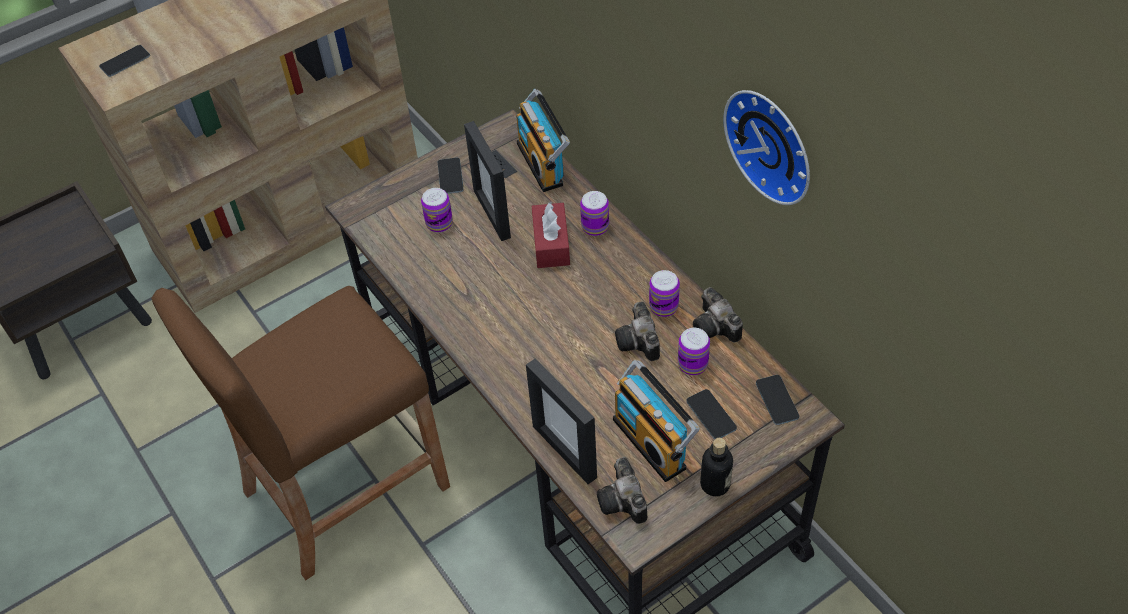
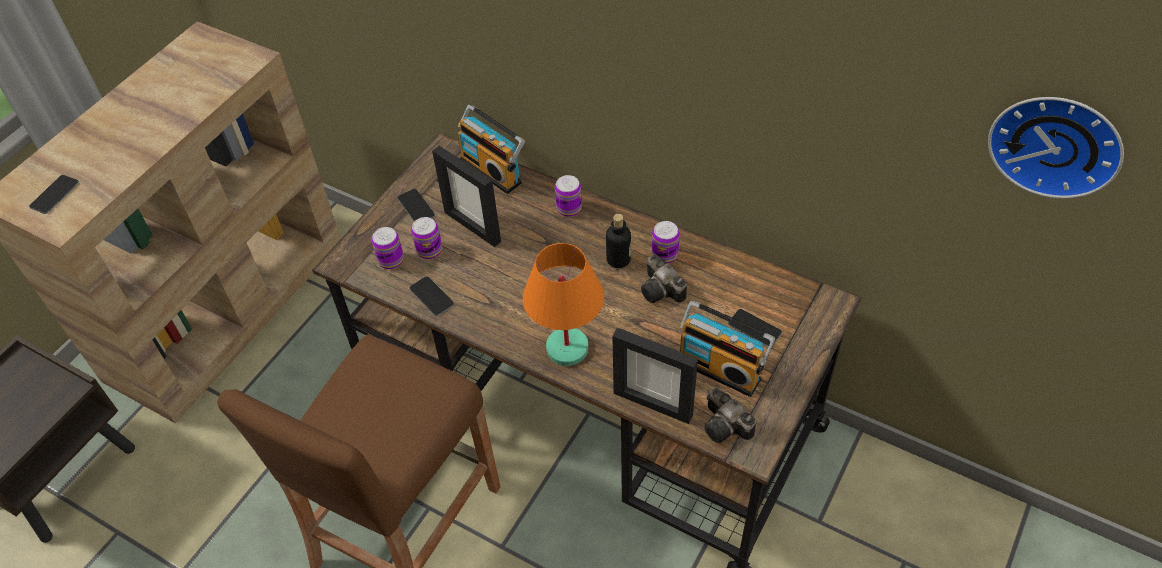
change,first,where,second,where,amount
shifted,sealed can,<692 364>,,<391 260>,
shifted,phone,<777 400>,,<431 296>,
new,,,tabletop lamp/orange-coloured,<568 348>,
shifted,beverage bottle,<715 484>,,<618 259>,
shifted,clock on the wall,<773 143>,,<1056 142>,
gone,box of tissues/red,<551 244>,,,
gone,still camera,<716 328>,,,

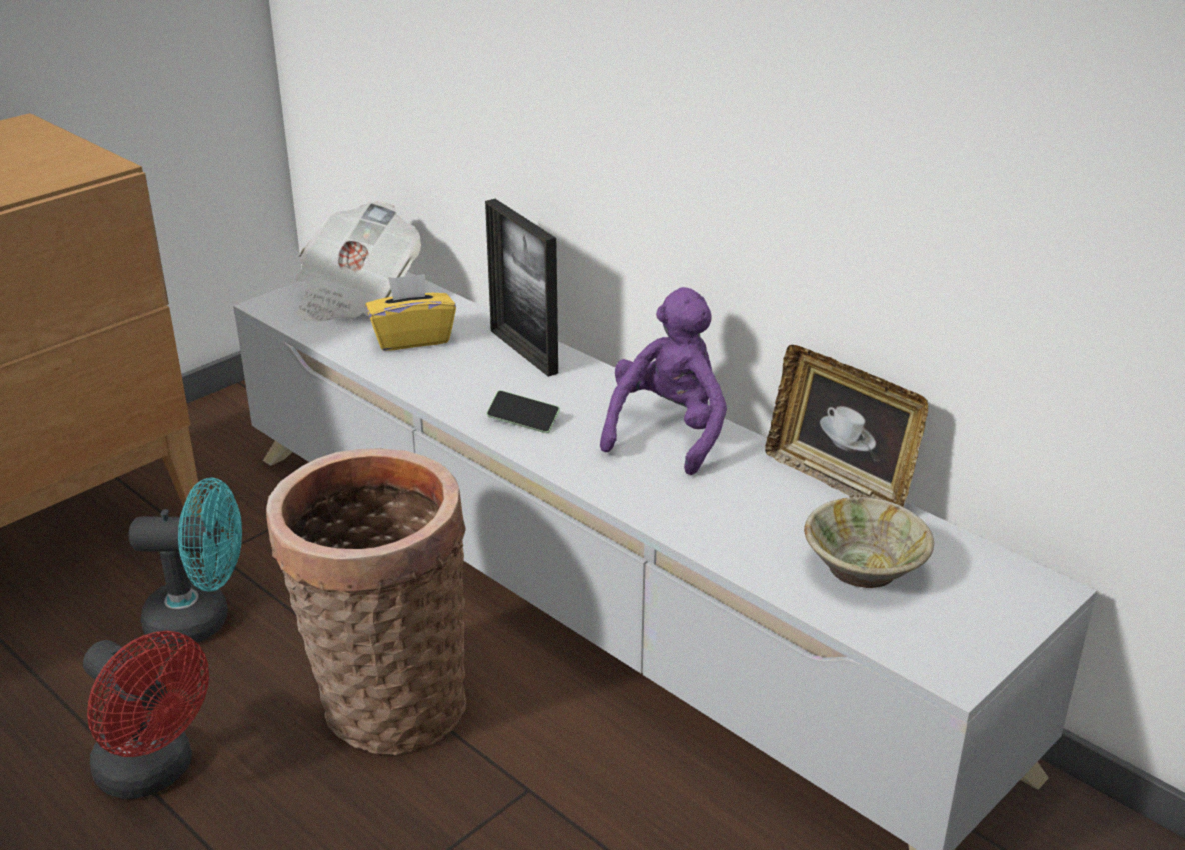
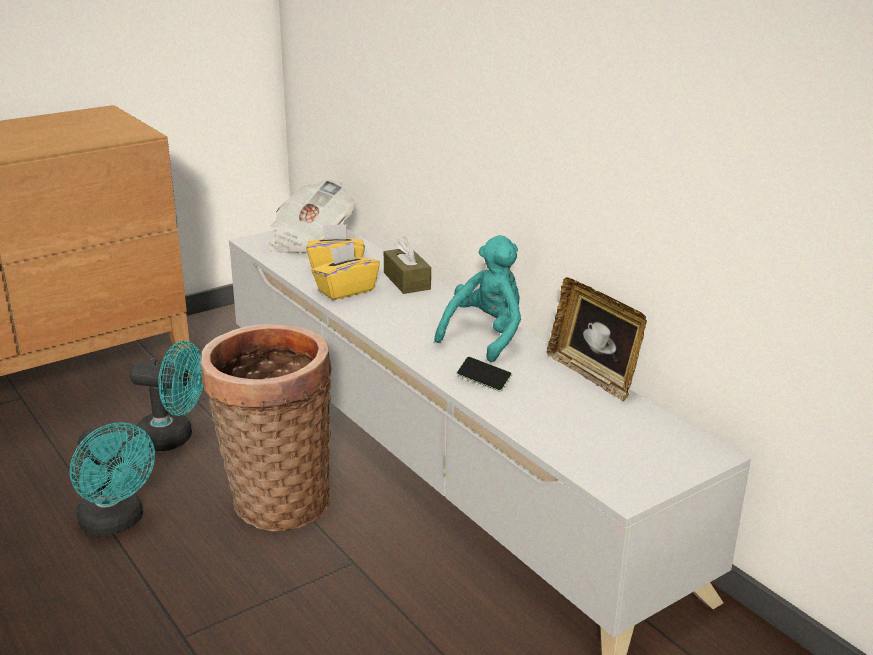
change,first,where,second,where,amount
repainted,fan/red,<154 773>,fan/blue-green,<116 522>,
new,,,box of tissues/yellow,<346 290>,
swapped,standing frame,<523 351>,box of tissues/brownish,<407 281>,
repainted,soft toy/purple-coloured,<668 432>,soft toy/blue-green,<485 336>,
shifted,phone,<523 420>,,<483 380>,
gone,deep dish/sand-coloured,<864 569>,,,

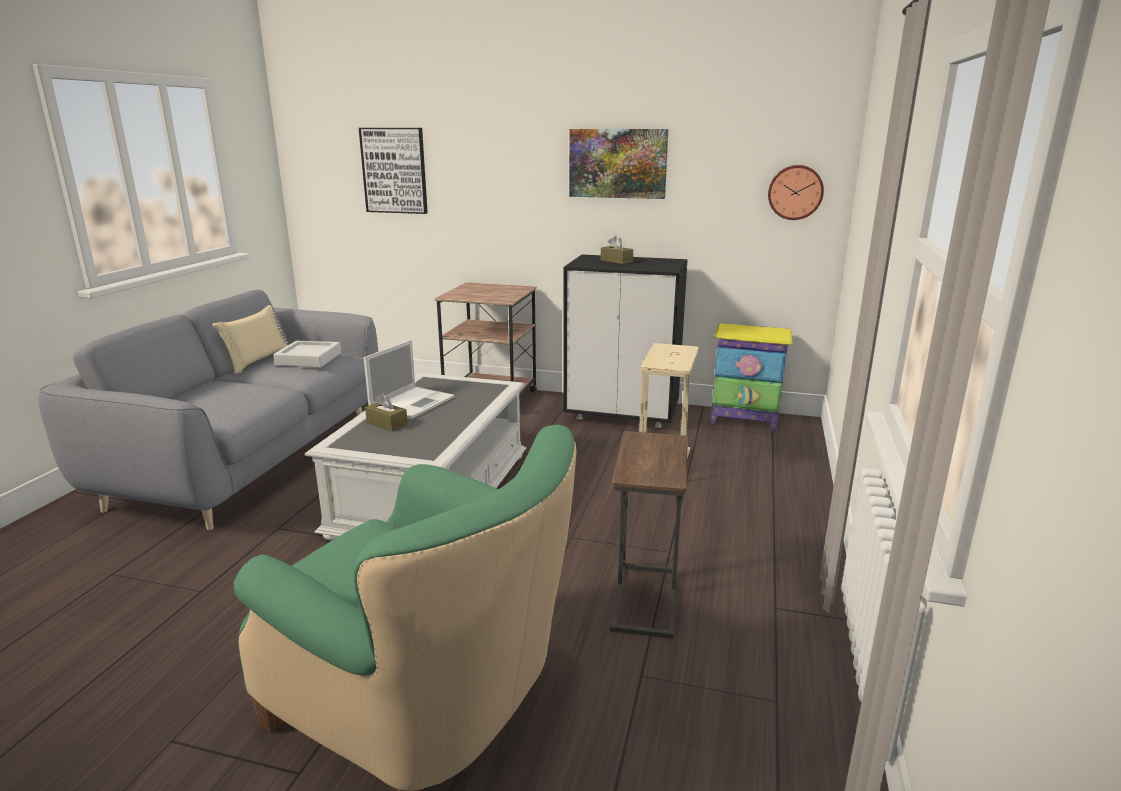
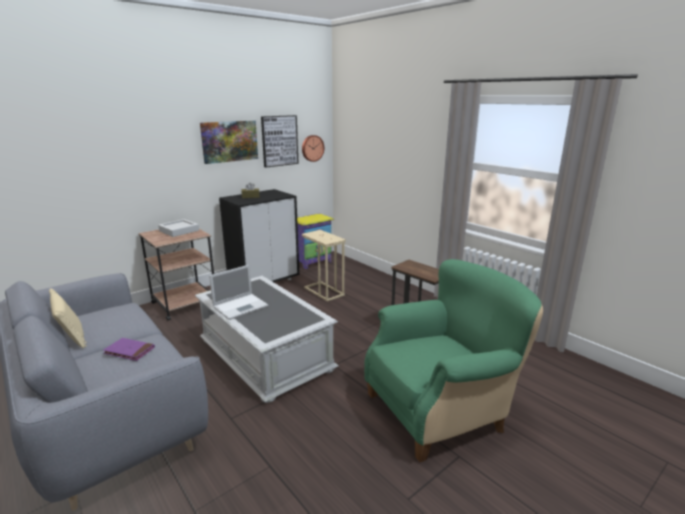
change,first,where,second,where,amount
new,,,bound book/purple-coloured,<129 351>,
shifted,serving tray/gray,<309 359>,,<179 231>,
rotated,notebook computer,<413 402>,,<241 306>,75 degrees clockwise
shifted,wall art,<394 170>,,<279 141>,
gone,box of tissues/brownish,<387 423>,,,

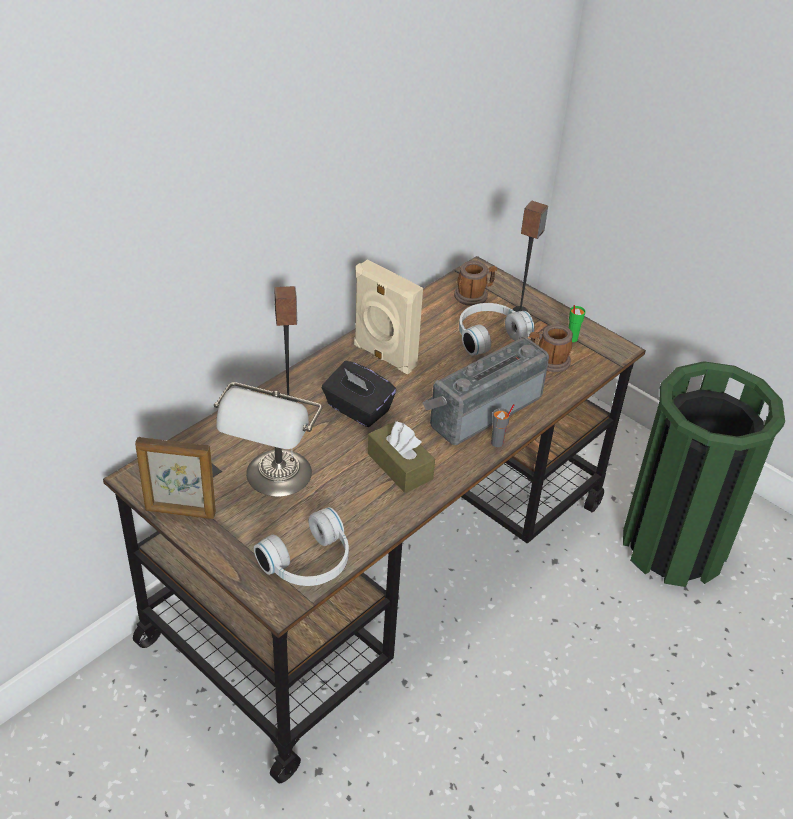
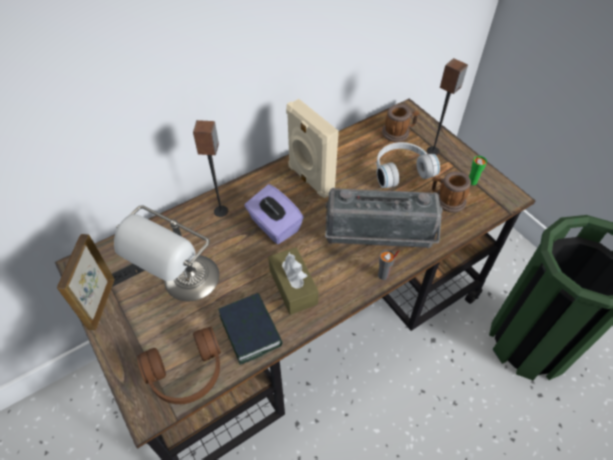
change,first,where,second,where,amount
rotated,standing frame,<180 512>,,<100 304>,75 degrees clockwise
repainted,pair of headphones/whitish,<310 564>,pair of headphones/brownish,<187 375>,
new,,,bound book,<250 330>,
repainted,box of tissues/black,<357 409>,box of tissues/purple-coloured,<274 226>,
rotated,radio,<482 408>,,<378 239>,150 degrees counterclockwise

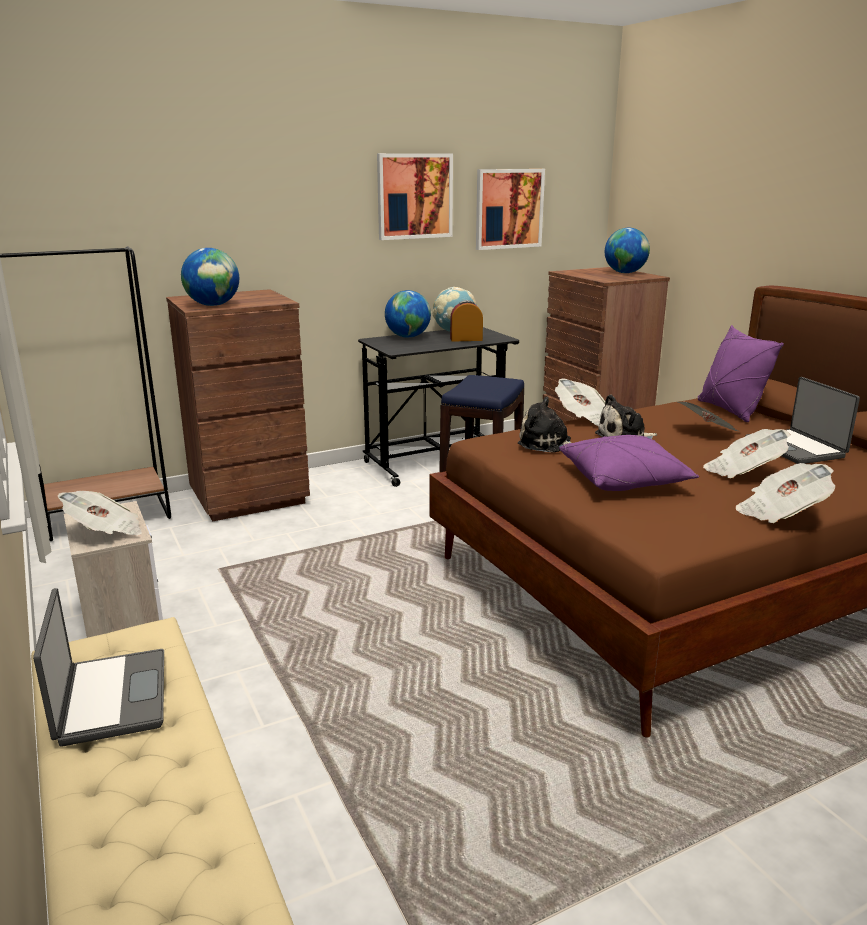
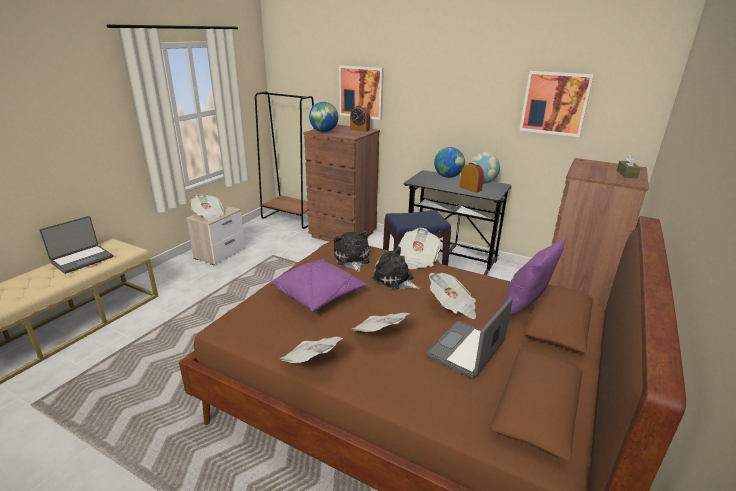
change,first,where,second,where,amount
shifted,wall art,<414 196>,,<361 92>,
new,,,bedside clock,<359 130>,
swapped,globe,<625 273>,box of tissues/brownish,<626 174>,

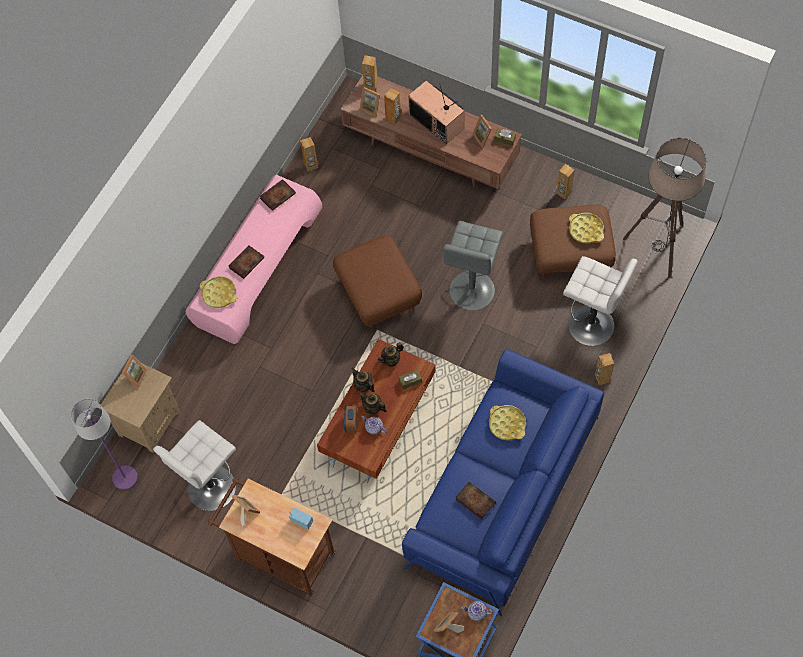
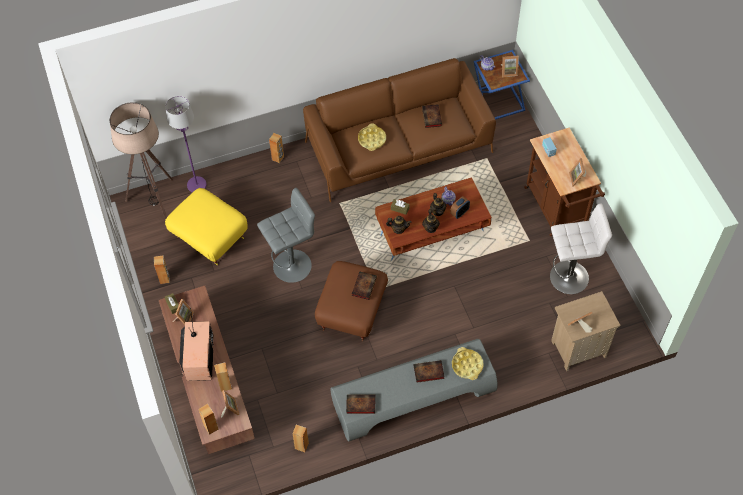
change,first,where,second,where,amount
shifted,floor lamp/purple-coloured,<125 478>,,<197 185>,
repainted,ottoman/brownish,<570 254>,ottoman/yellow,<209 238>,
repainted,sofa/blue-coloured,<503 491>,sofa/brownish,<398 147>,
repainted,bench/pinkish,<257 268>,bench/gray,<413 397>,
new,,,bound book,<364 286>,
gone,stool seat/whitish,<591 326>,,,
gone,serving tray/yellow,<586 230>,,,

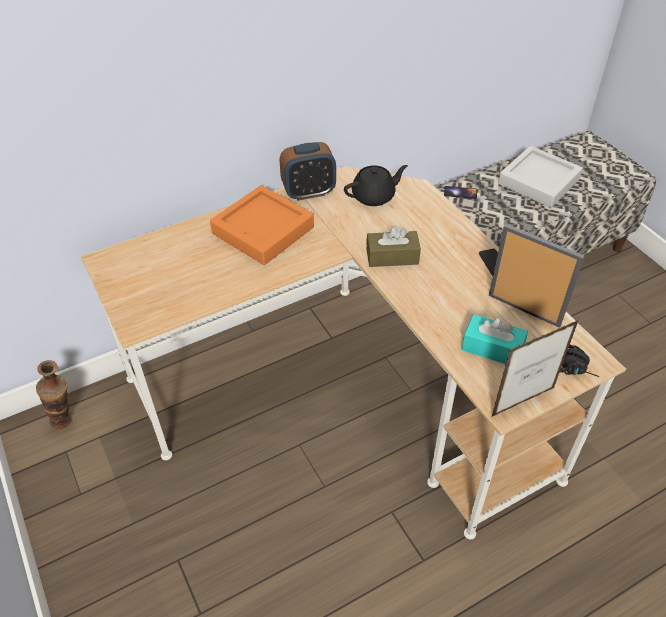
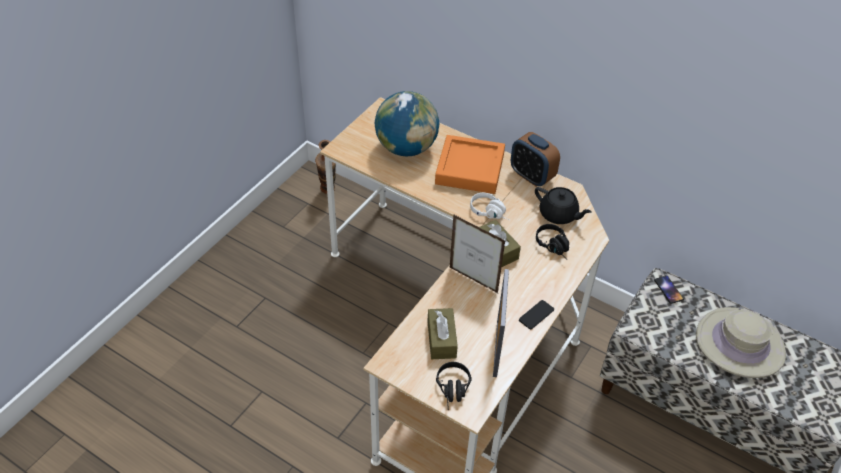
change,first,where,second,where,amount
new,,,globe,<406 148>,
repainted,box of tissues/blue-green,<492 348>,box of tissues/brownish,<441 339>,
shifted,standing frame,<523 402>,,<473 280>,
new,,,pair of headphones/whitish,<491 213>,
new,,,pair of headphones/black,<555 247>,
swapped,serving tray/gray,<538 181>,wearable hat/sand-coloured,<739 344>,

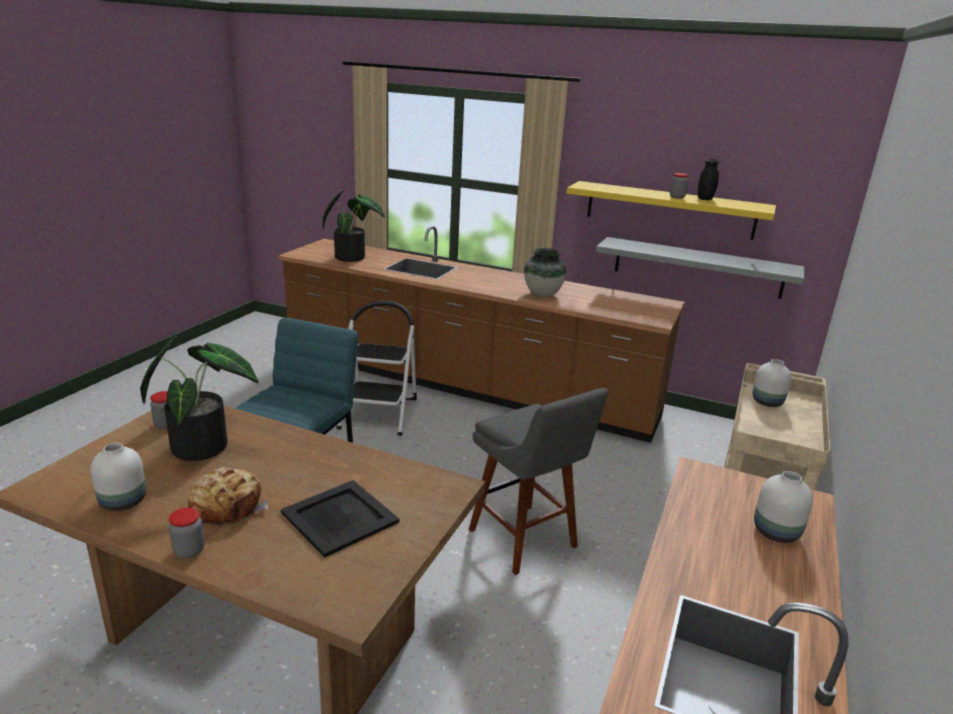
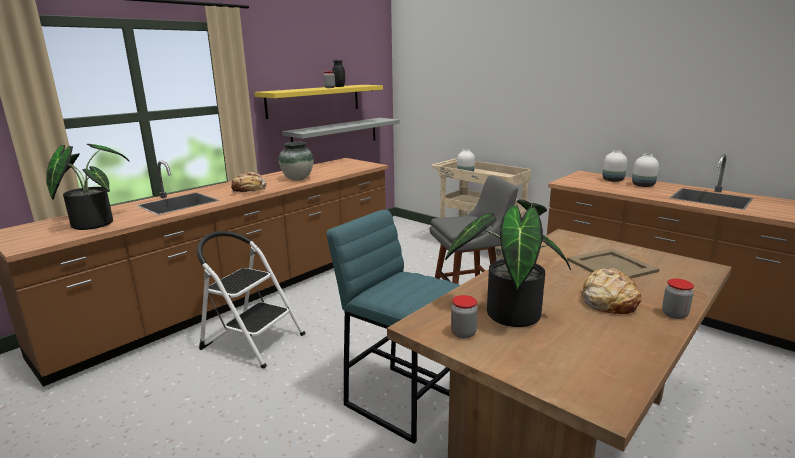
change,first,where,second,where,amount
new,,,bakery bread,<249 190>,
repainted,serving tray/black,<339 518>,serving tray/sand-coloured,<612 266>,
shifted,flower vase/whitish,<122 502>,,<643 185>,

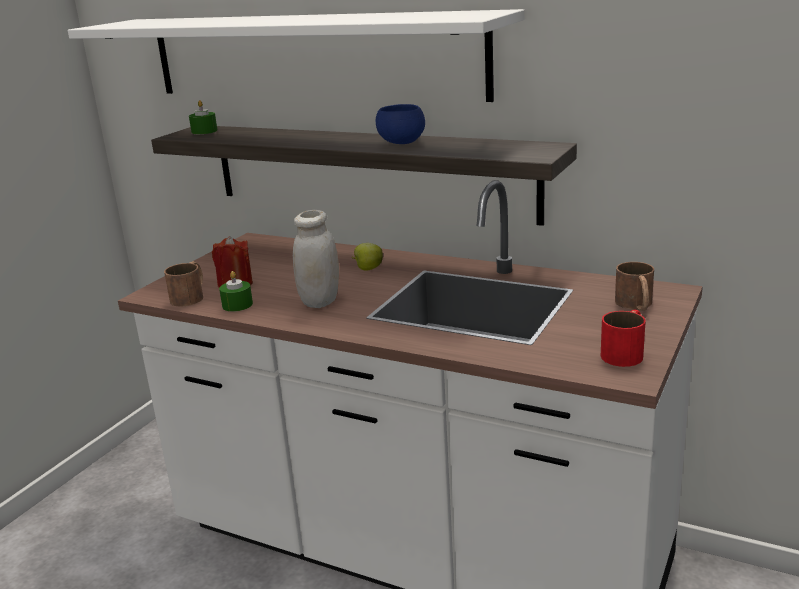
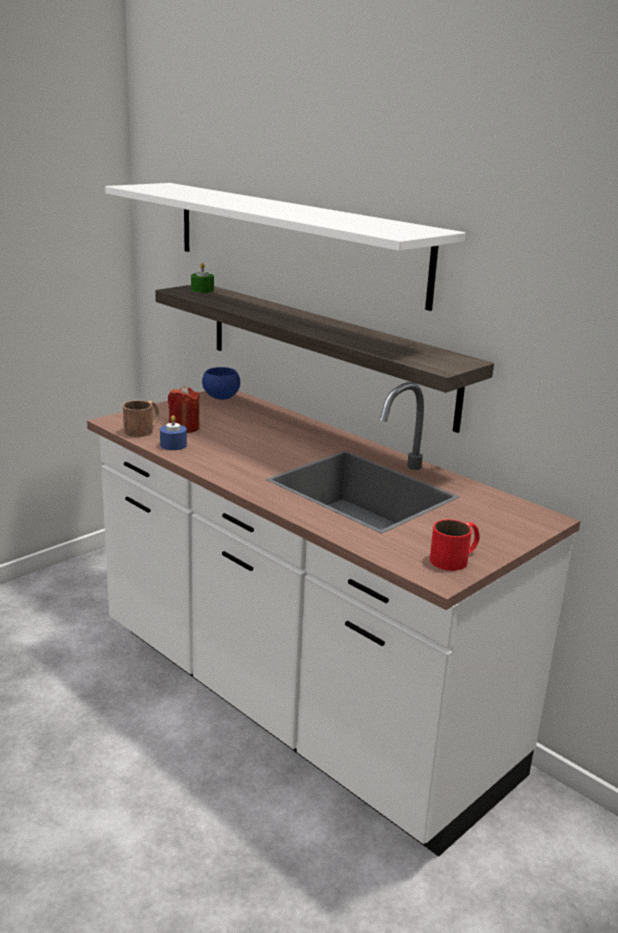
change,first,where,second,where,amount
repainted,candle/green,<237 305>,candle/blue-coloured,<173 445>,
shifted,deep dish/blue-coloured,<401 142>,,<221 397>,
gone,preserve jar/whitish,<320 301>,,,
gone,apple fruit,<368 269>,,,
gone,coffee mug/brownish,<636 305>,,,

